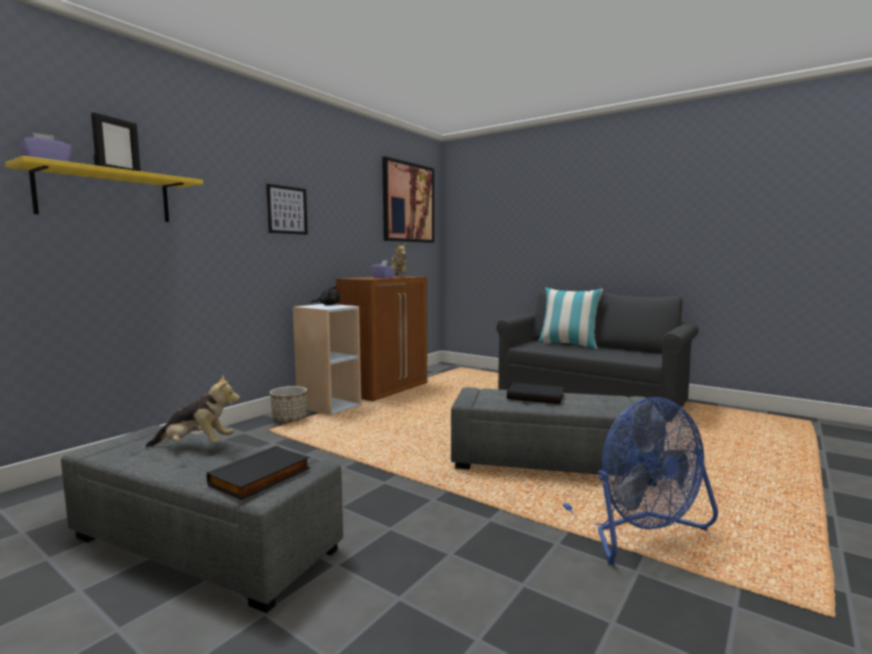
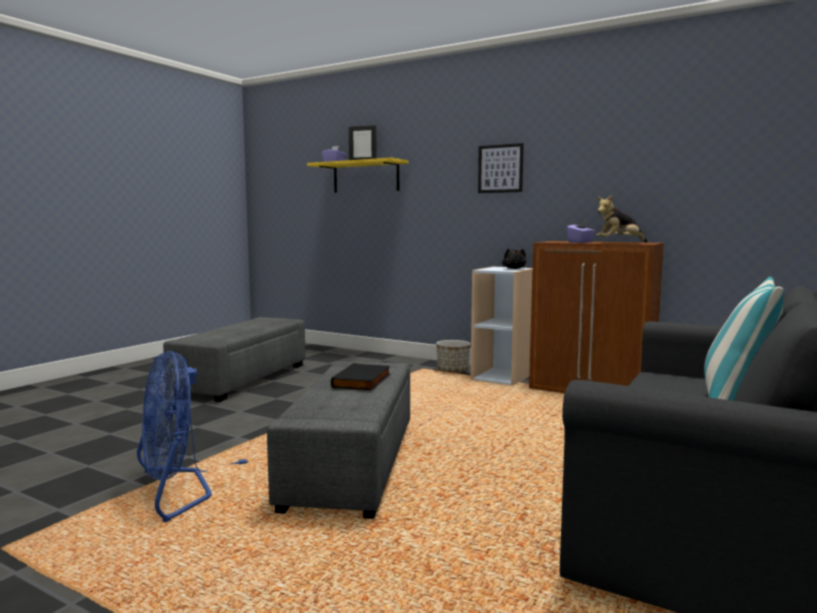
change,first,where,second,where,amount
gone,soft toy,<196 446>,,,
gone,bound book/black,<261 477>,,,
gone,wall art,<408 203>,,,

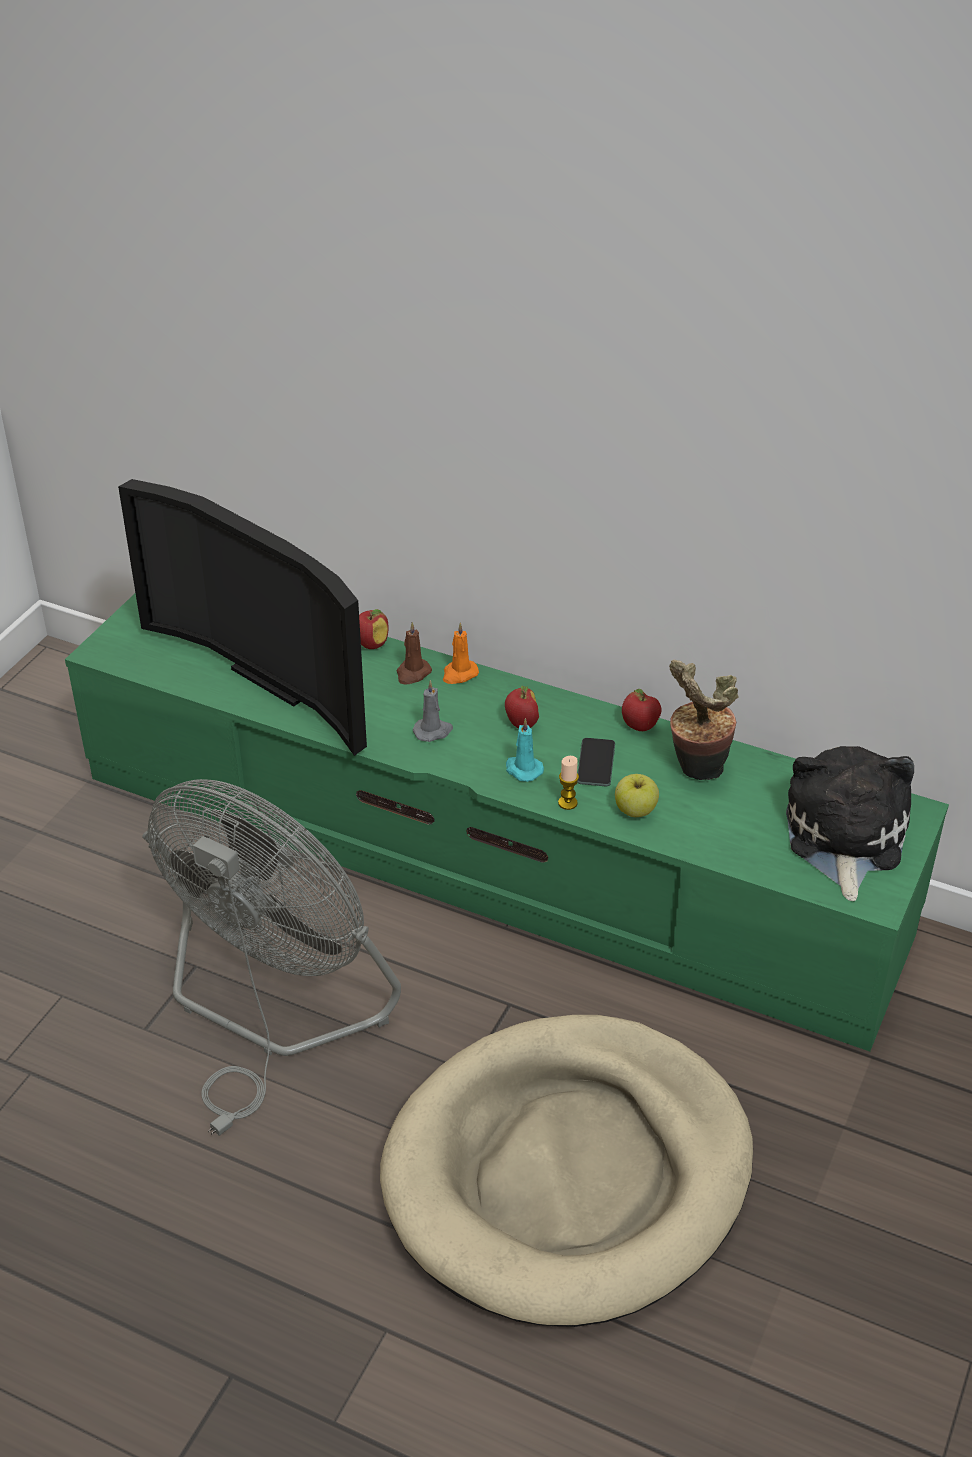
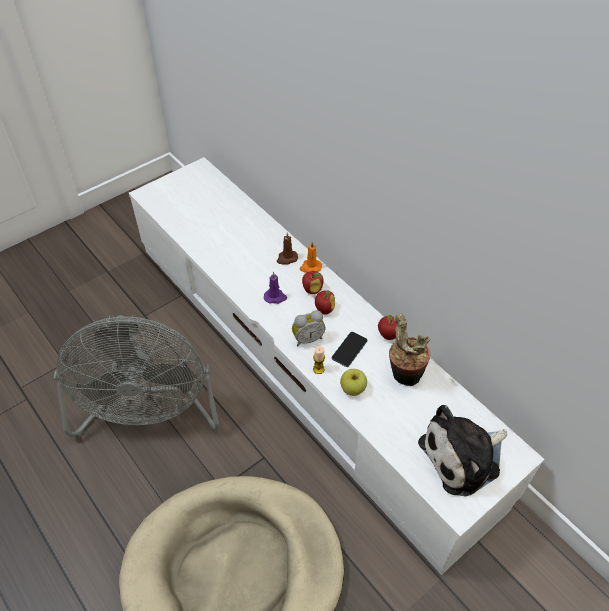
change,first,where,second,where,amount
rotated,fan/gray,<259 1009>,,<144 408>,120 degrees clockwise
repainted,tv stand/green,<487 849>,tv stand/whitish,<305 361>,
repainted,candle/gray,<433 731>,candle/purple-coloured,<275 297>,
swapped,candle/blue-green,<522 769>,bedside clock,<307 338>,
shifted,apple fruit,<371 644>,,<312 289>,
rotated,soft toy,<843 838>,,<463 456>,150 degrees counterclockwise
gone,television,<279 674>,,,

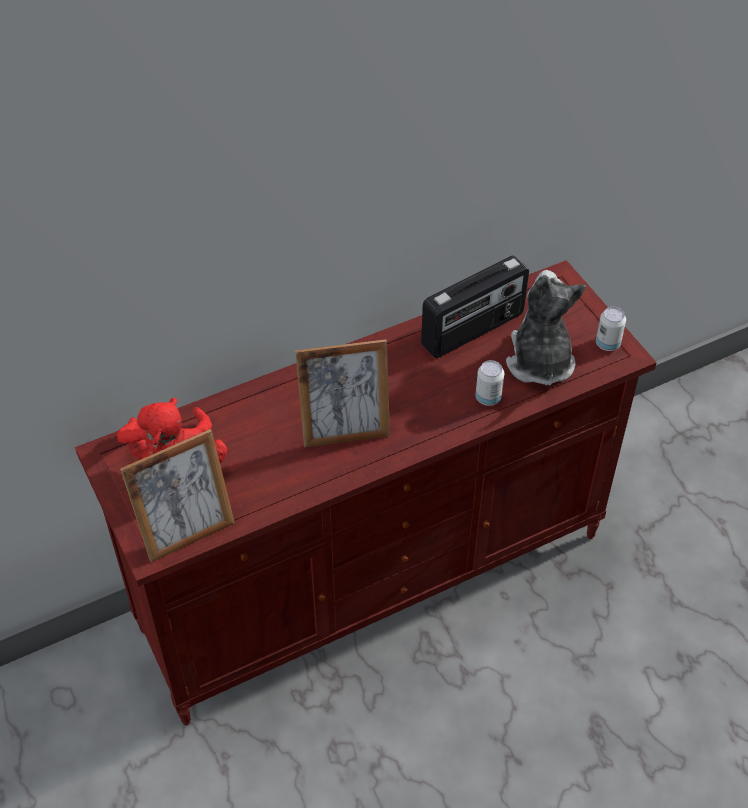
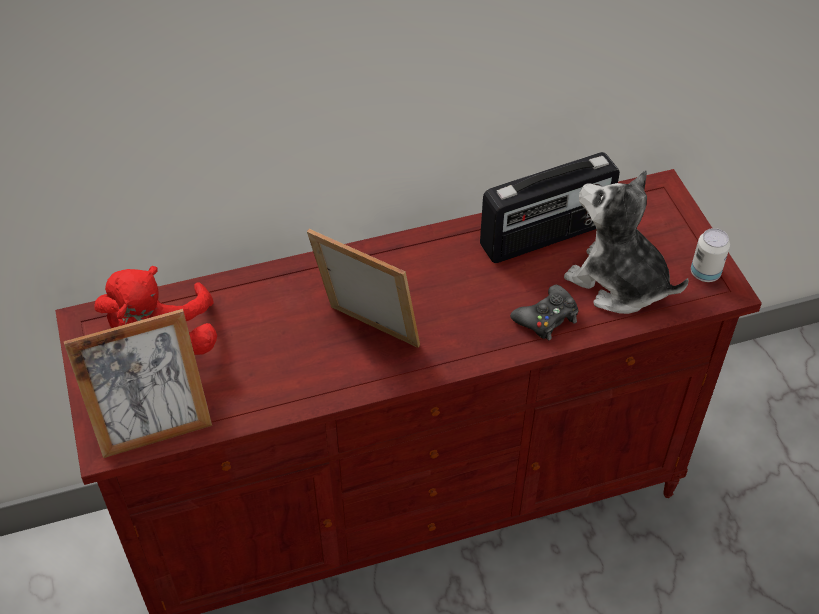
change,first,where,second,where,amount
rotated,standing frame,<345 432>,,<367 335>,150 degrees counterclockwise
swapped,sealed can,<488 398>,joypad/black,<546 318>,
rotated,soft toy,<539 361>,,<617 283>,60 degrees counterclockwise

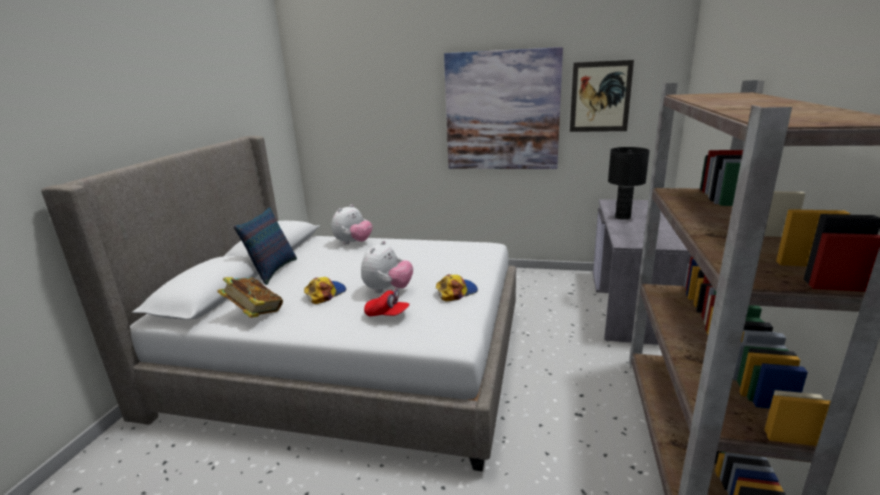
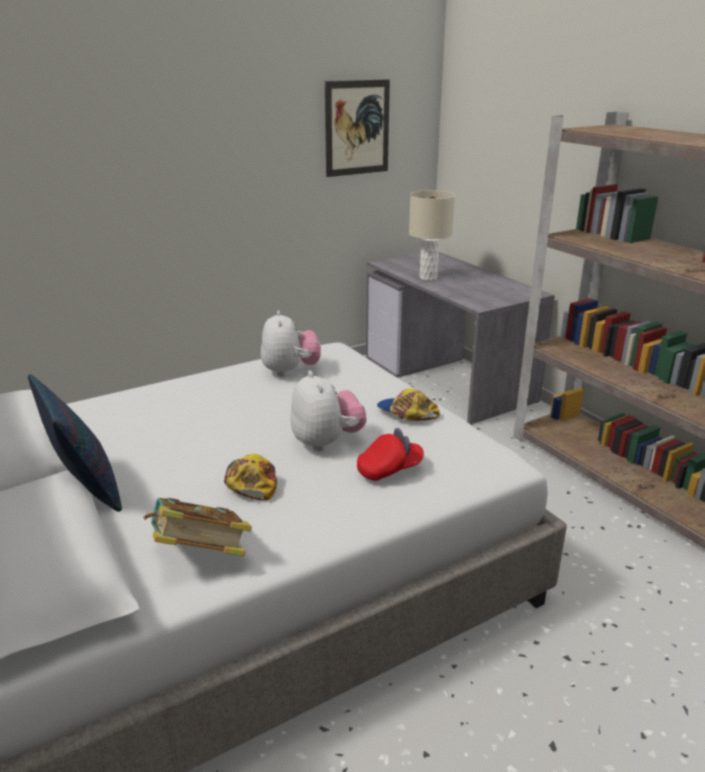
change,first,where,second,where,amount
shifted,soft toy,<353 243>,,<290 371>,
rotated,baseball cap,<456 292>,,<406 413>,60 degrees counterclockwise
repainted,tabletop lamp/black,<622 217>,tabletop lamp/sand-coloured,<428 278>,
gone,wall art,<502 111>,,,

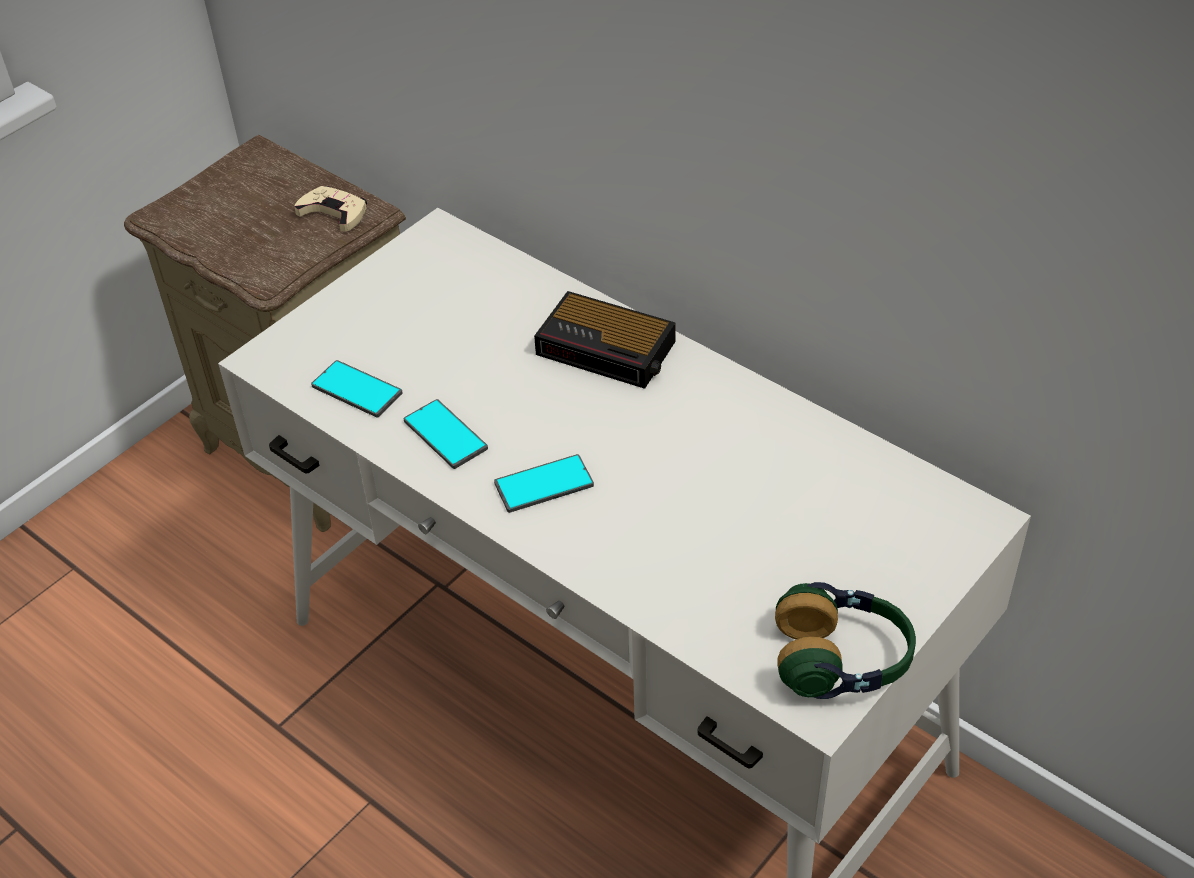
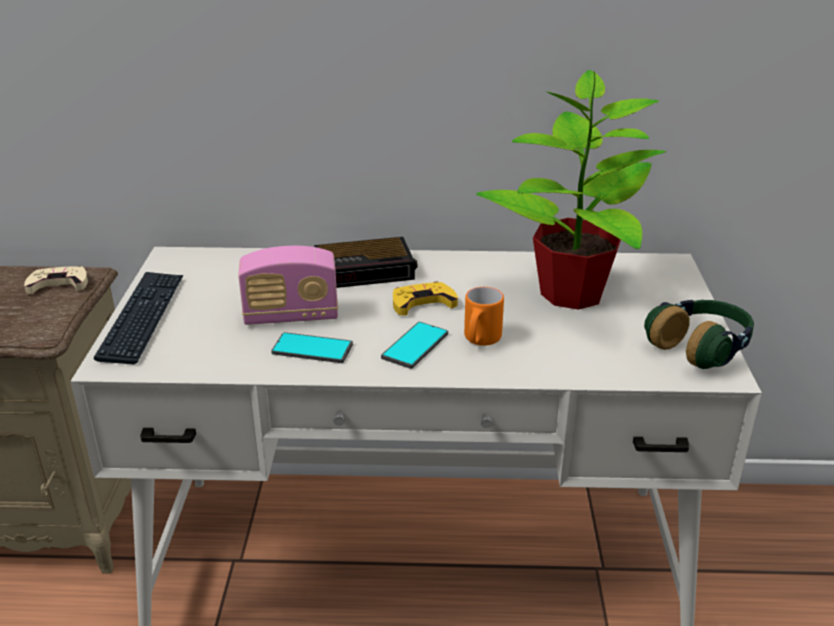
change,first,where,second,where,amount
new,,,computer keyboard,<143 317>,
new,,,radio,<291 316>,
new,,,joypad/yellow,<422 303>,
new,,,coffee mug/orange-coloured,<480 341>,
new,,,plant in a pot,<570 294>,
gone,phone,<357 389>,,,

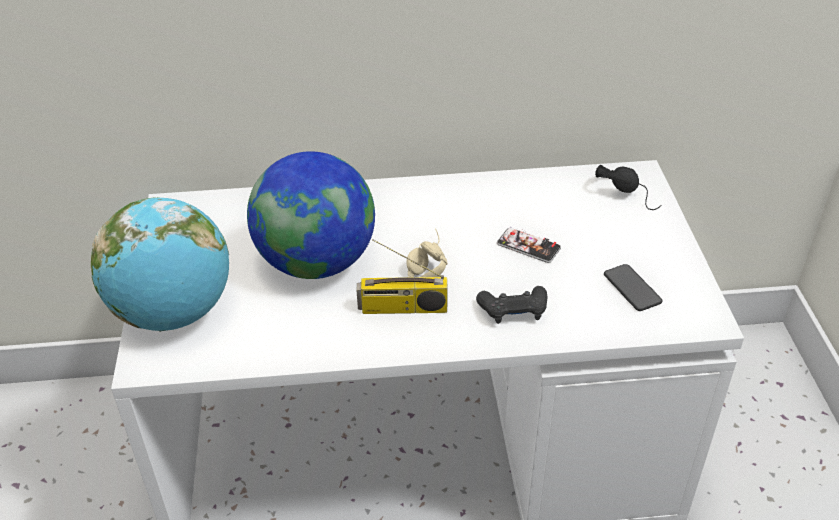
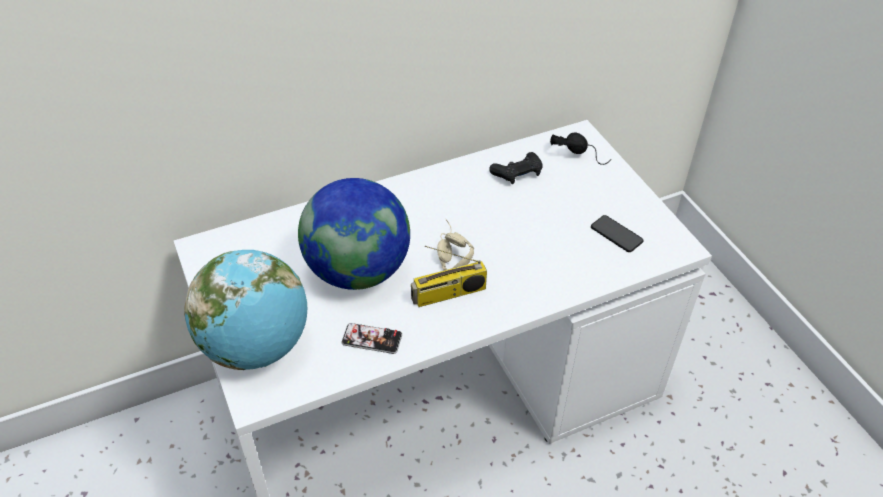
change,first,where,second,where,amount
shifted,phone,<528 246>,,<372 339>,
shifted,joypad/black,<513 311>,,<517 173>,

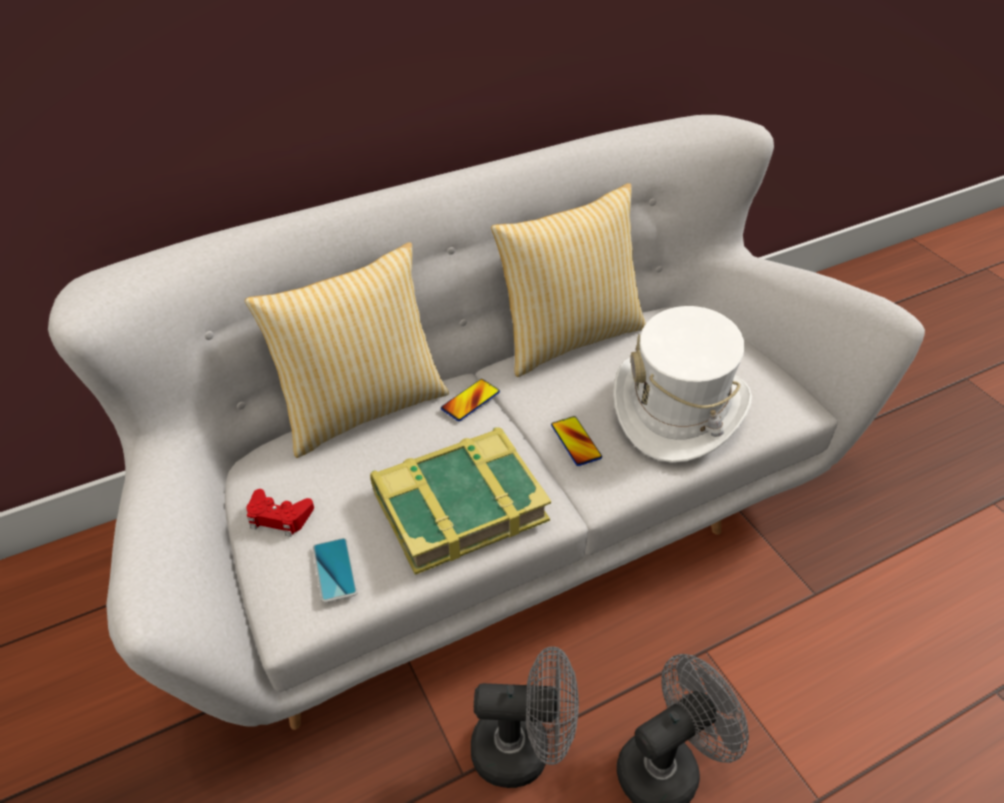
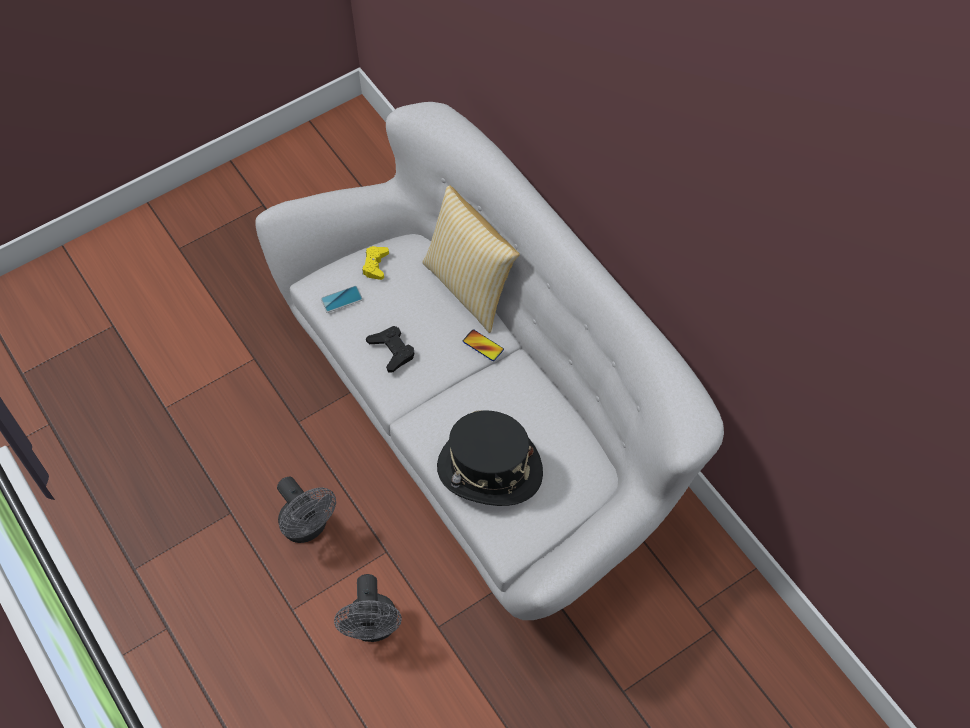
change,first,where,second,where,amount
shifted,fan/gray,<524 749>,,<373 628>,
repainted,joypad/red,<279 517>,joypad/yellow,<375 265>,
swapped,bound book,<458 505>,joypad/black,<392 350>,
repainted,wearable hat/whitish,<678 409>,wearable hat/black,<489 470>,
gone,cushion,<568 337>,,,
gone,phone,<576 441>,,,

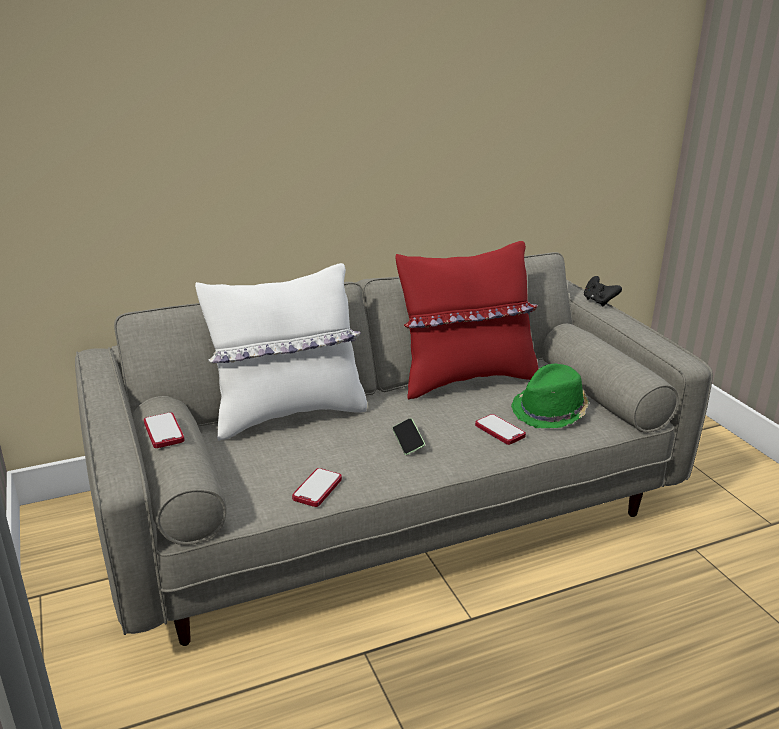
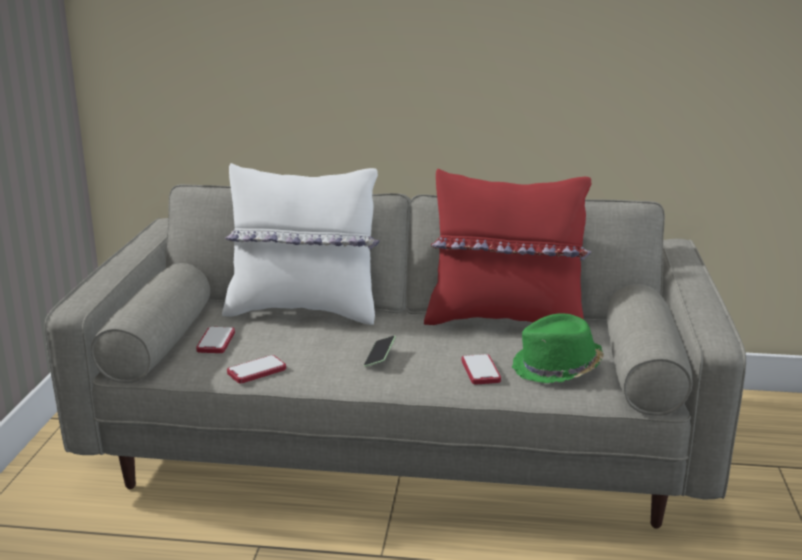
change,first,where,second,where,amount
shifted,phone,<164 432>,,<216 341>,
gone,joypad/black,<599 301>,,,

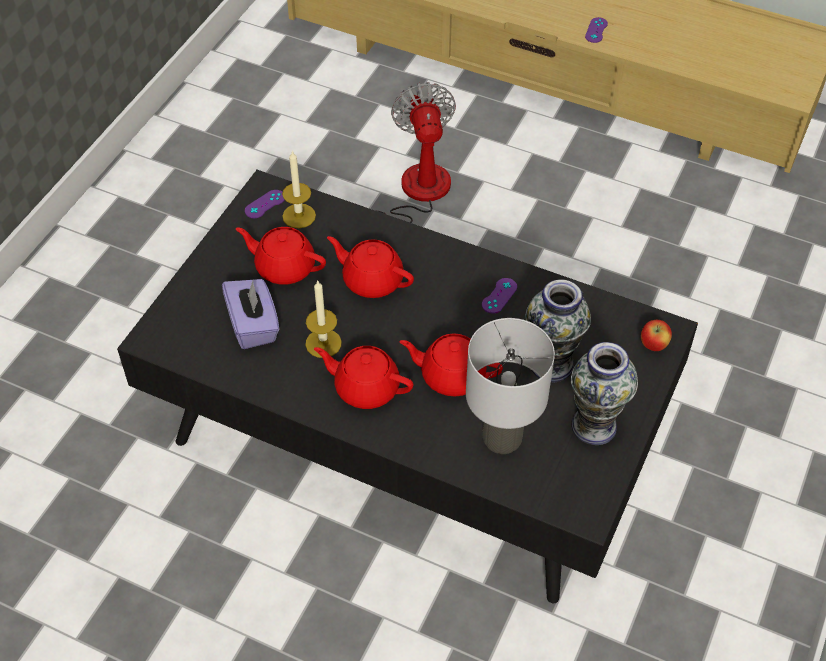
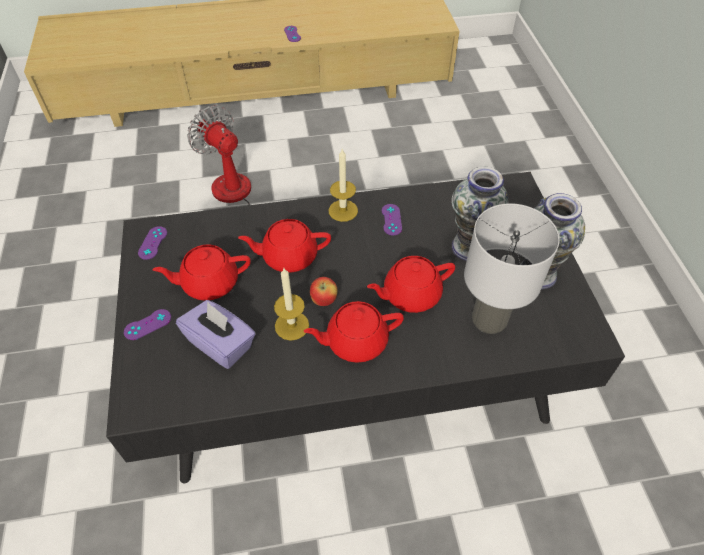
change,first,where,second,where,amount
new,,,joypad/purple-coloured,<147 324>,
shifted,apple fruit,<653 345>,,<324 300>,
shifted,candle,<299 216>,,<343 210>,

